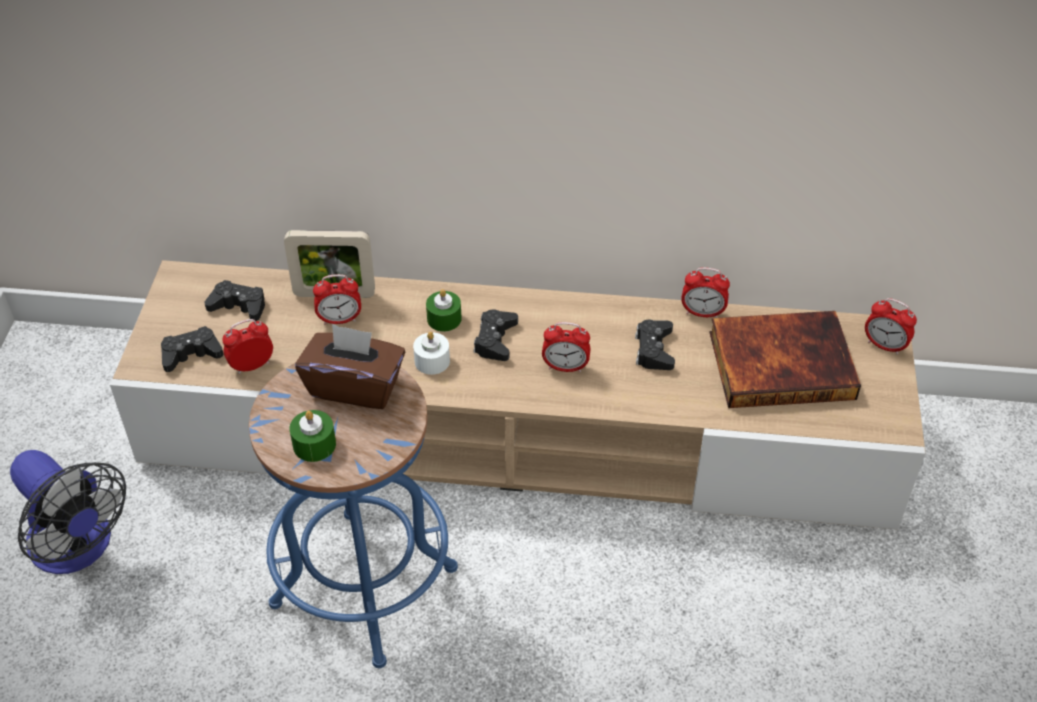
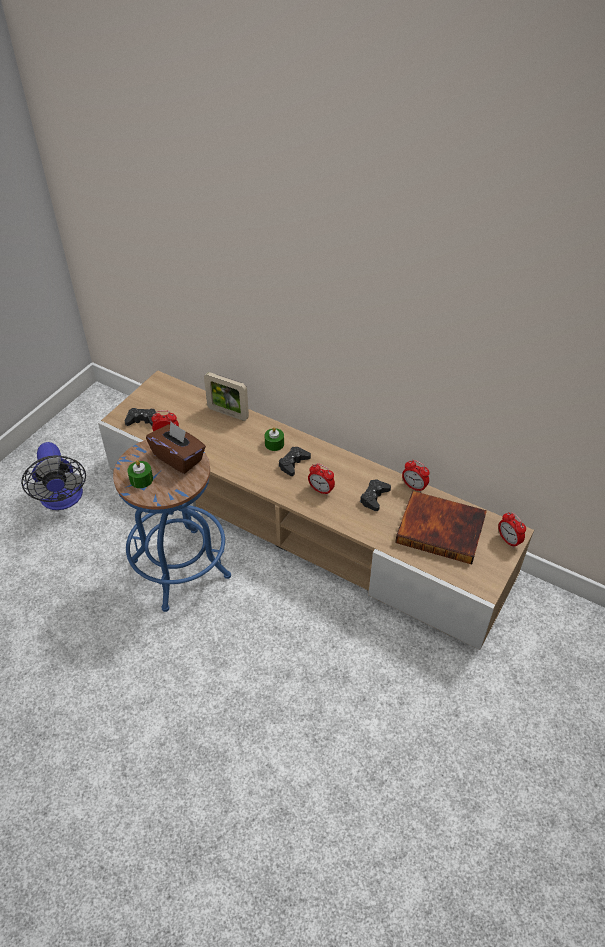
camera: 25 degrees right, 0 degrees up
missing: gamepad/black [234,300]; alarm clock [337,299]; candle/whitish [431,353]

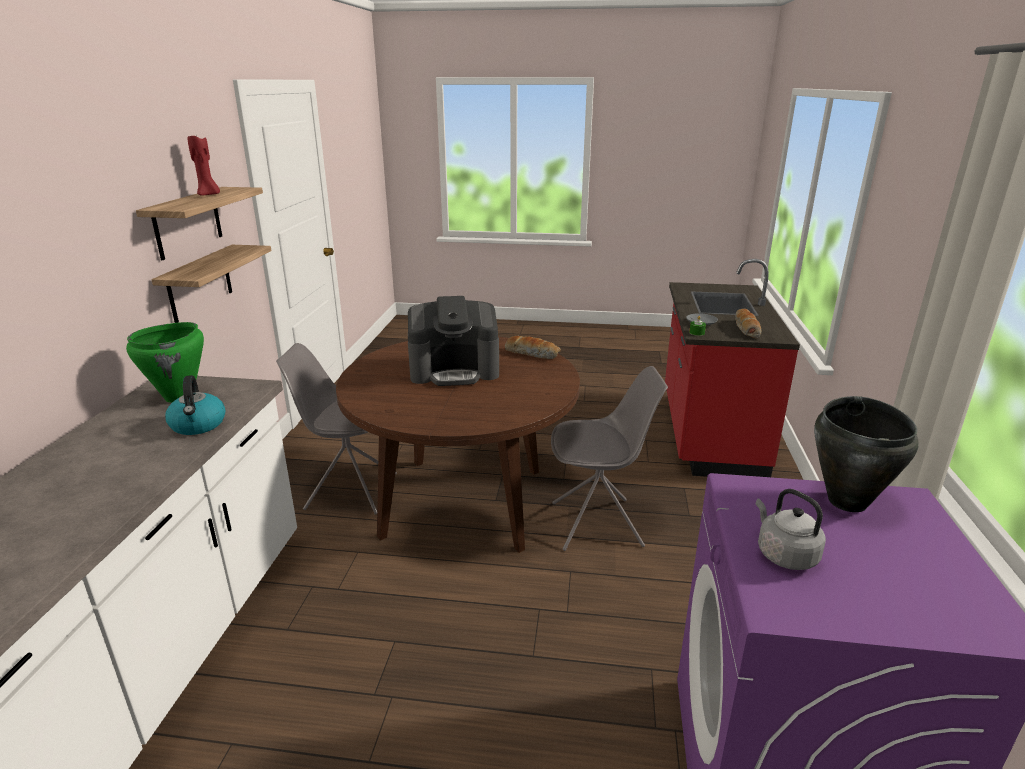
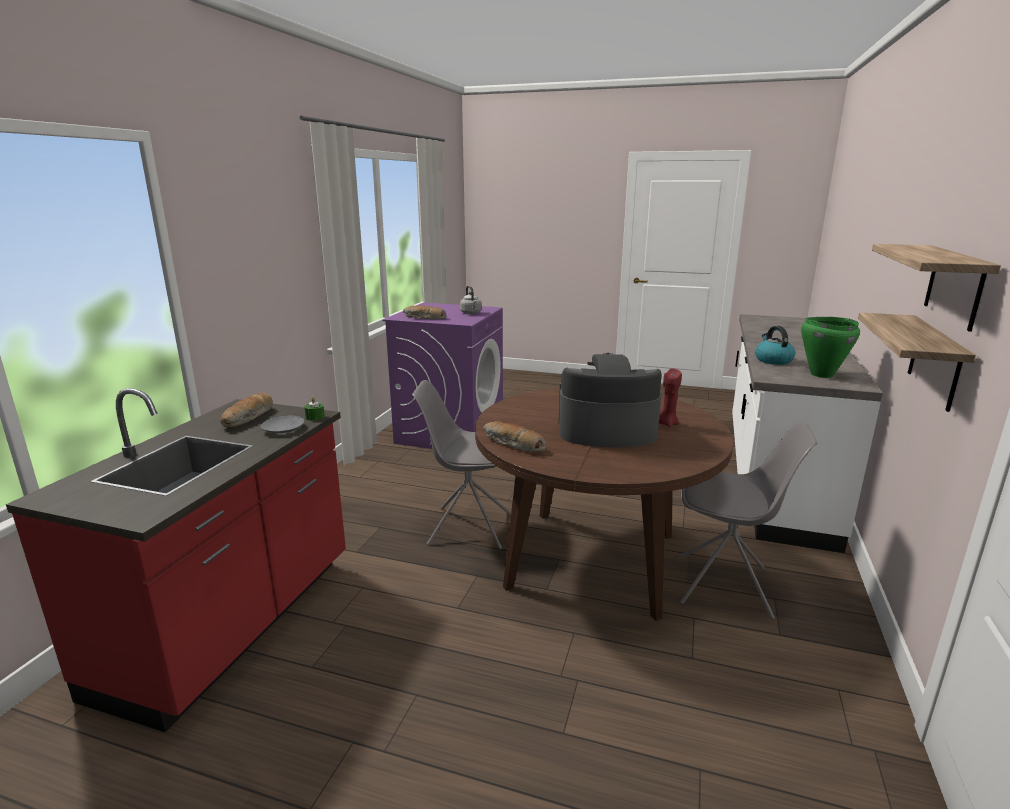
camera: 170 degrees left, 5 degrees down
relocated: candle/reddish [203,165] to [670,397]
exchanged: stockpot/black [866,454] to baked bread [424,312]

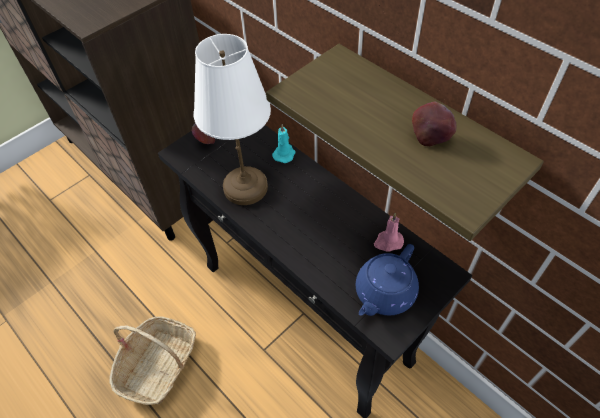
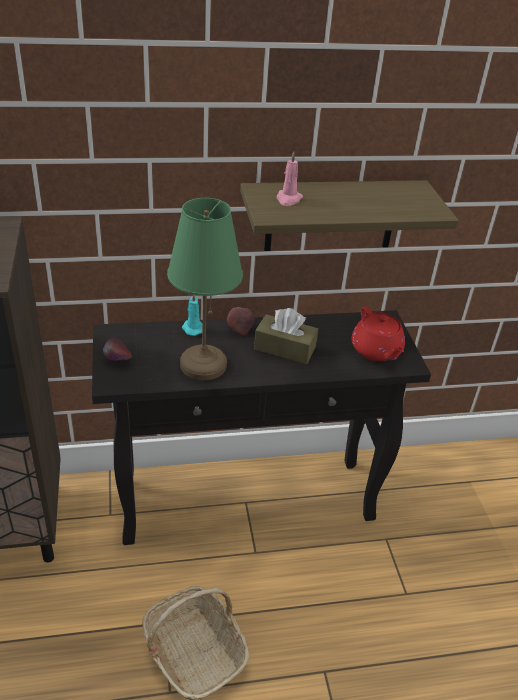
camera: 60 degrees left, 15 degrees down
appeared: tissue box/brown [286,336]
relocated: candle/pink-coloured [389,232] to [289,178]; apple [434,124] to [240,321]
colour: lamp for a table/whitish [232,119] to lamp for a table/green [205,289]; teapot/blue-coloured [387,280] to teapot/reddish [378,333]

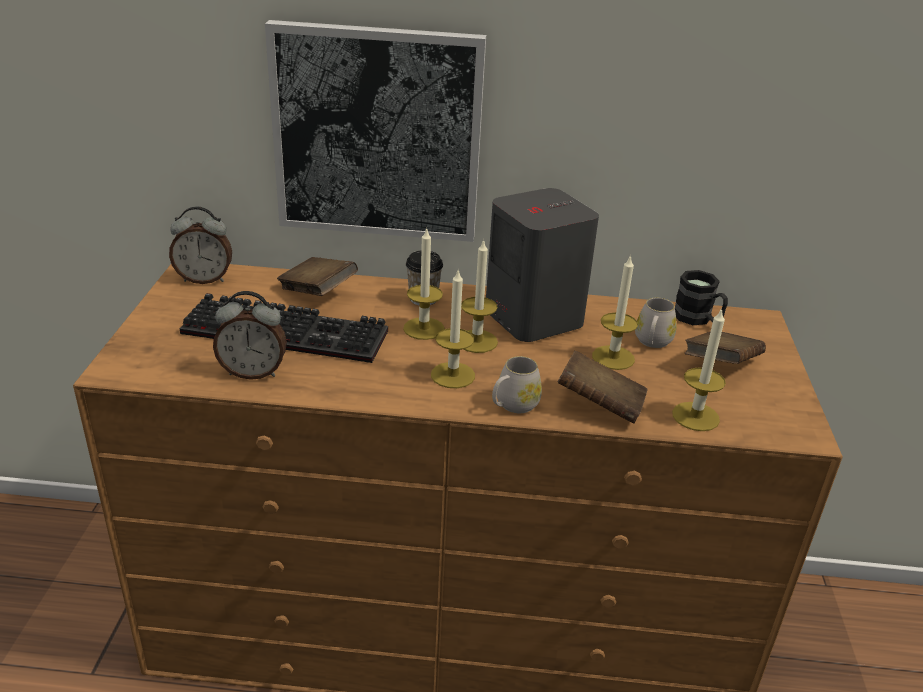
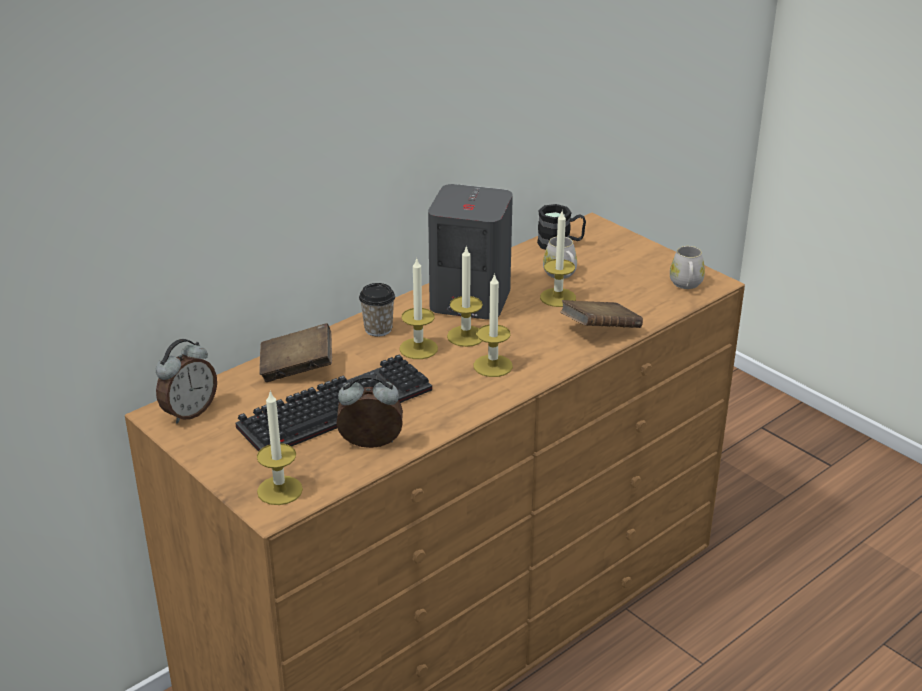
camera: 45 degrees left, 0 degrees up
missing: wall picture [375,131]; book/brown [725,347]
relocated: tea mug/whitish [517,384] to [687,267]; candle [699,369] to [280,447]
spun: alarm clock [250,335] = [369,411] 135 degrees counterclockwise

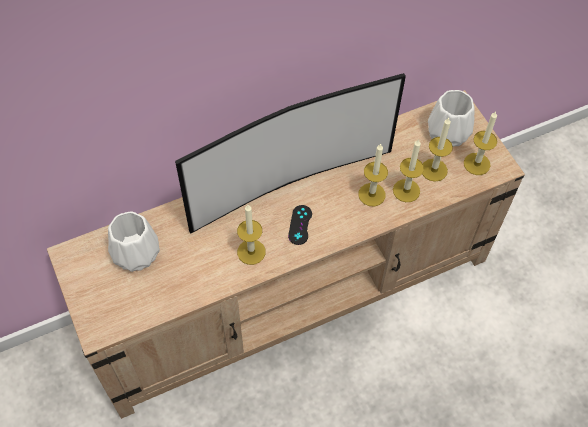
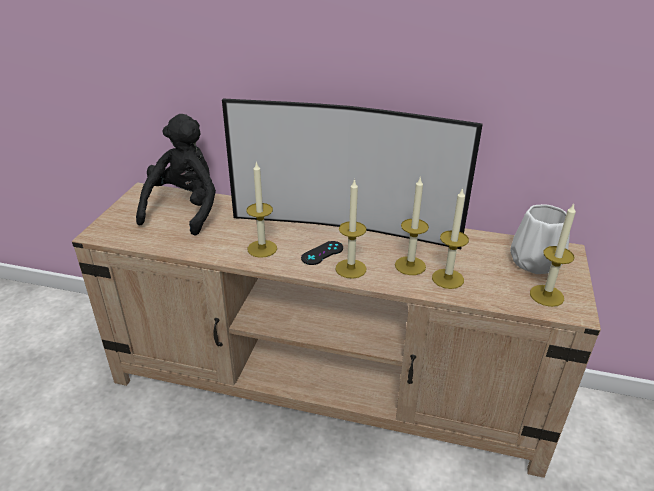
camera: 40 degrees right, 25 degrees down
relocated: candle [437,150] to [350,229]
exchanged: decorative vase/whitish [134,242] to plush toy/black [176,175]

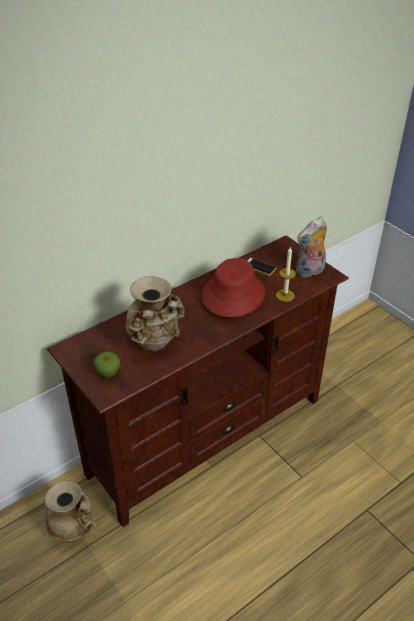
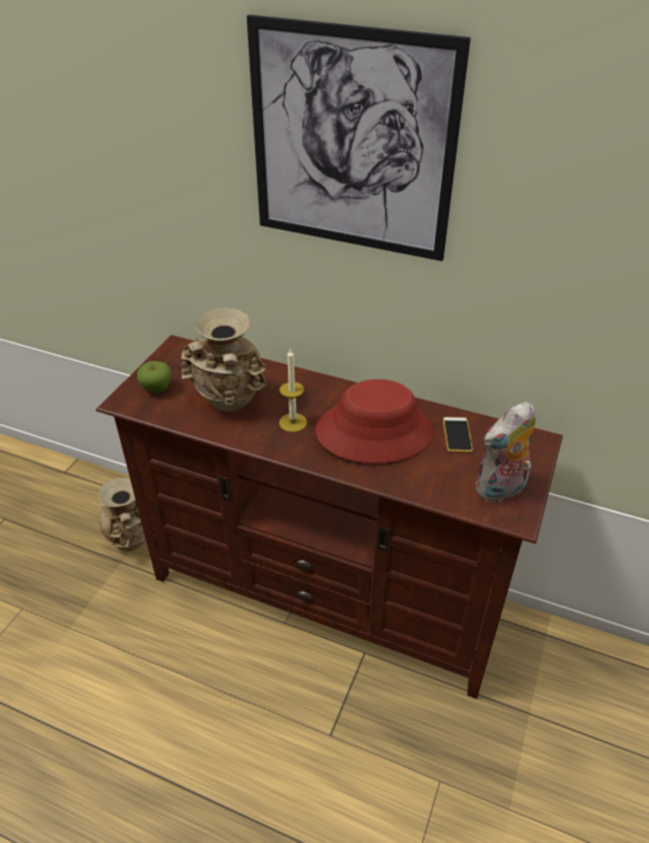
camera: 60 degrees right, 0 degrees up
appeared: wall picture [359,138]
relocated: candle [286,274] to [293,390]
spun: plush toy [311,247] = [505,452] 60 degrees counterclockwise

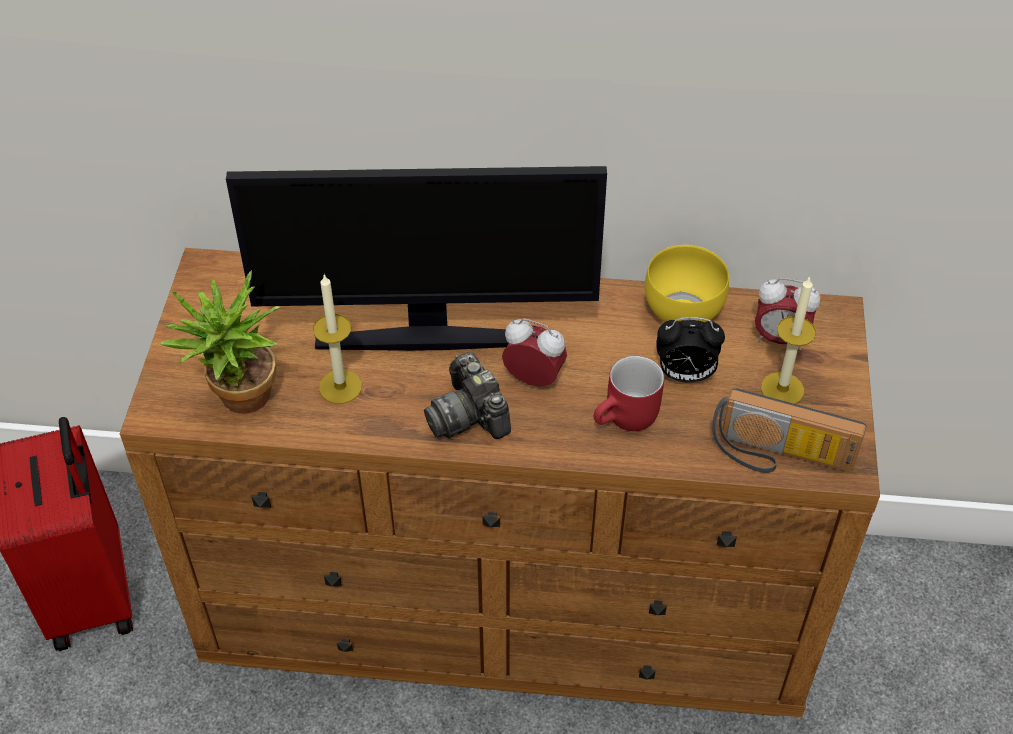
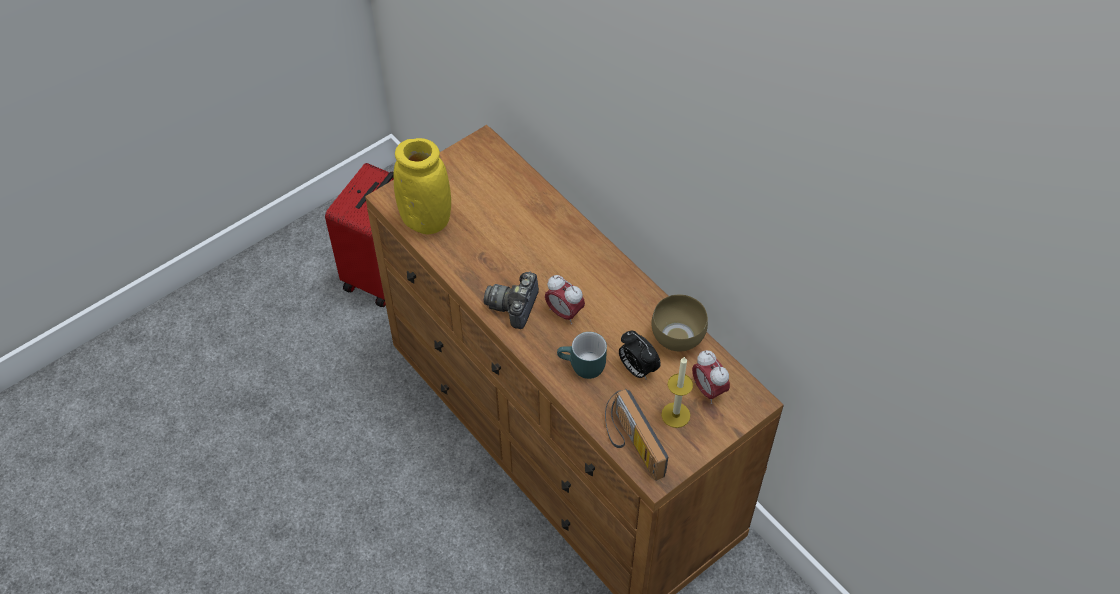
camera: 45 degrees right, 5 degrees up
missing: monitor [416,258]; candle [337,339]
exchanged: potted plant [220,342] to decorative vase/yellowish [422,186]
colour: tea mug/reddish [629,393] to tea mug/turquoise-coloured [582,355]; deep dish/yellowish [687,283] to deep dish/brown [679,323]
spun: alarm clock [534,352] = [565,300] 150 degrees clockwise

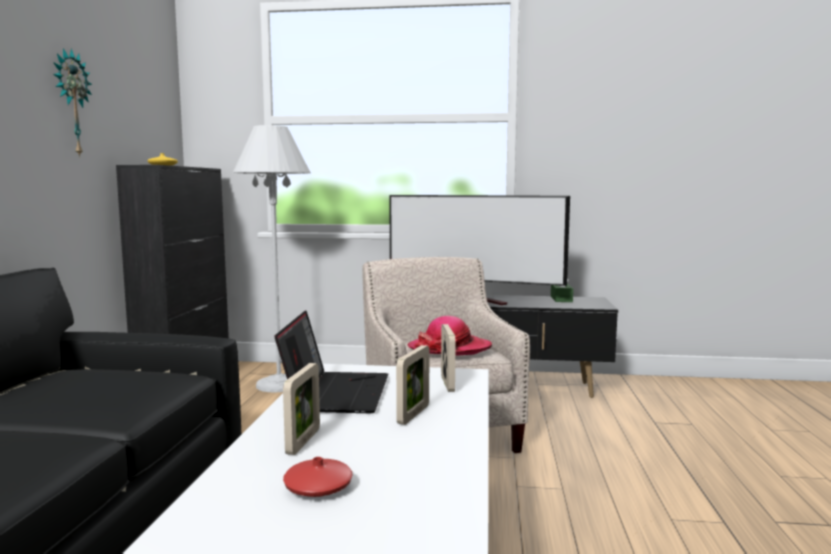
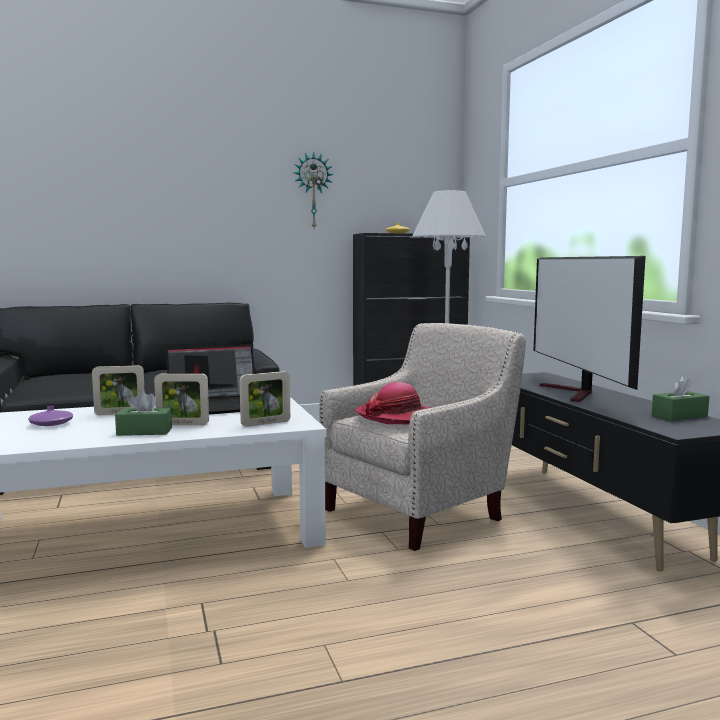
camera: 65 degrees right, 0 degrees up
appeared: tissue box/green [143,413]
colour: decorative vase/reddish [317,477] to decorative vase/purple [50,416]

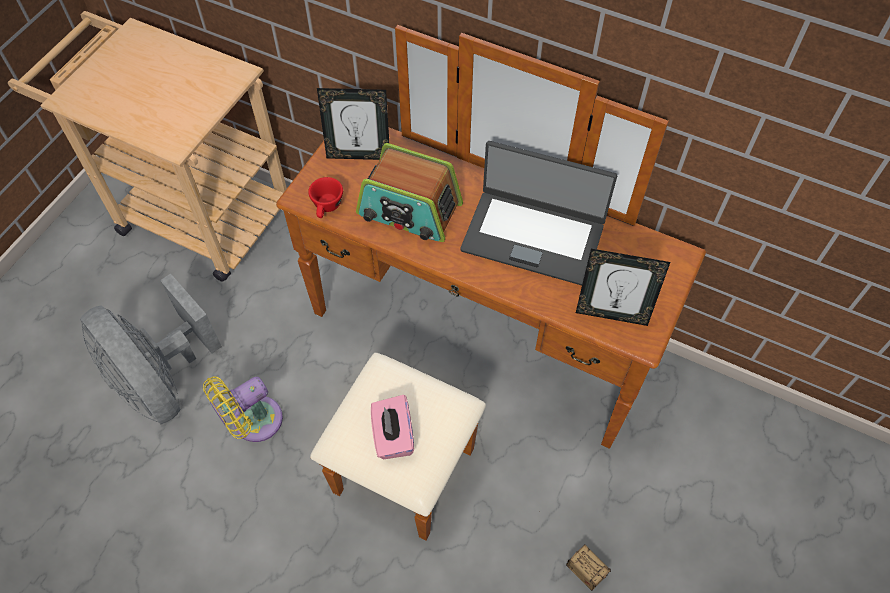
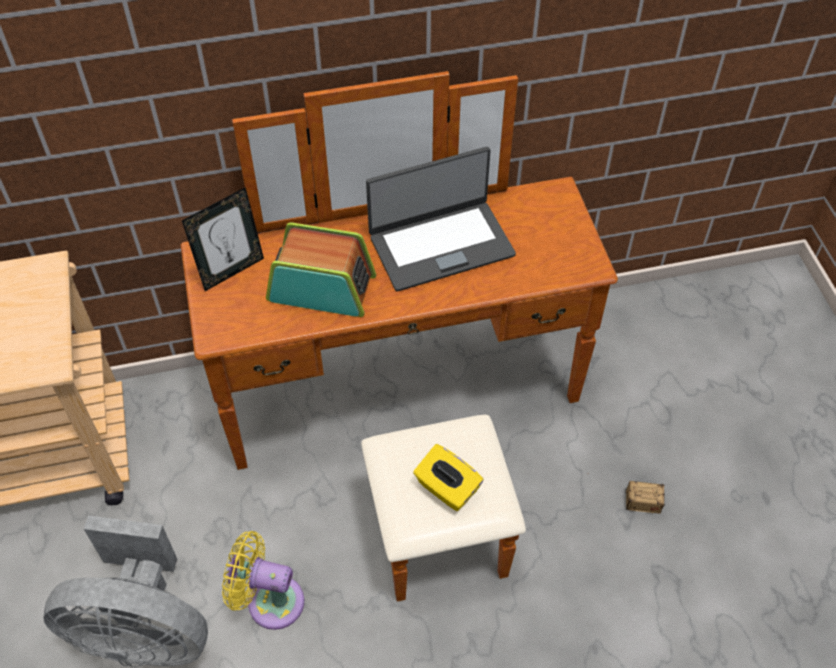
camera: 40 degrees left, 5 degrees down
missing: drinking cup/reddish [325,197]; standing frame [623,287]
colour: tissue box/pink-coloured [392,427] to tissue box/yellowish [448,477]
spun: cooling fan/yellowish [243,409] = [263,580] 90 degrees clockwise; radio set [409,192] = [321,269] 150 degrees counterclockwise

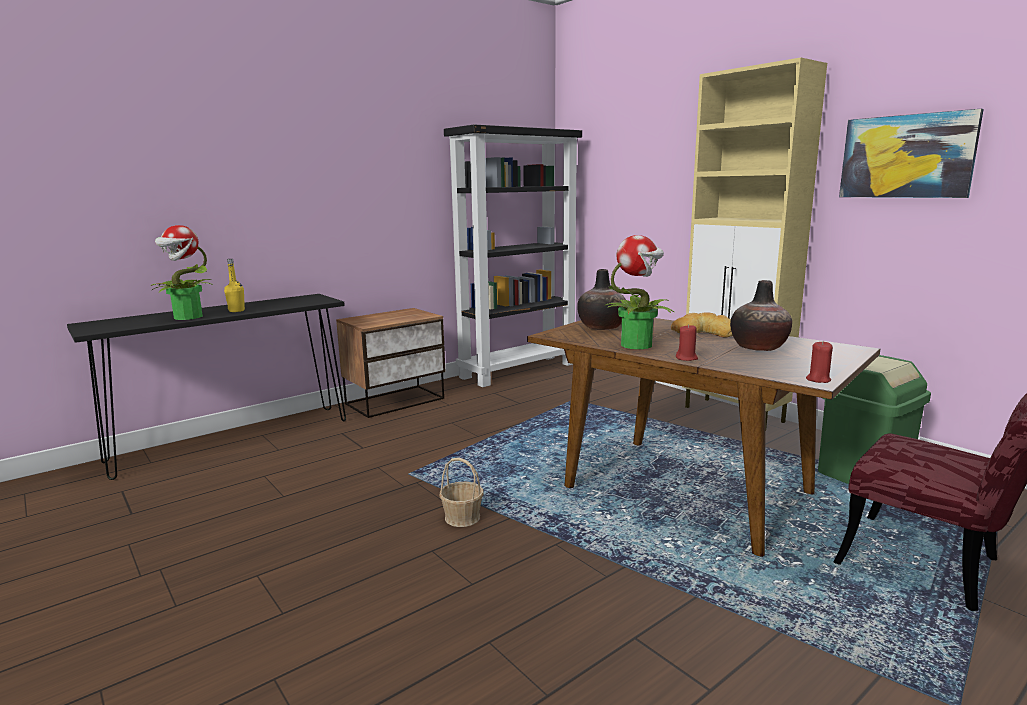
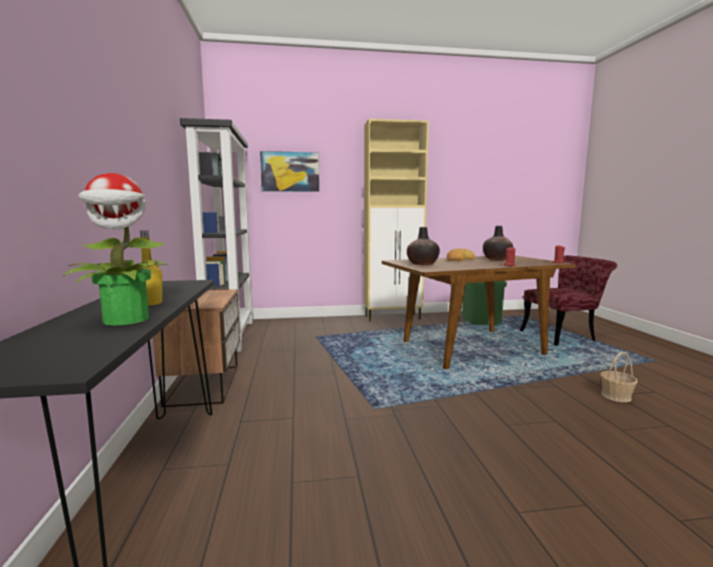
camera: 60 degrees left, 5 degrees down
missing: potted plant [639,292]
relocated: basket [461,492] to [619,377]; wall picture [911,153] to [289,171]

